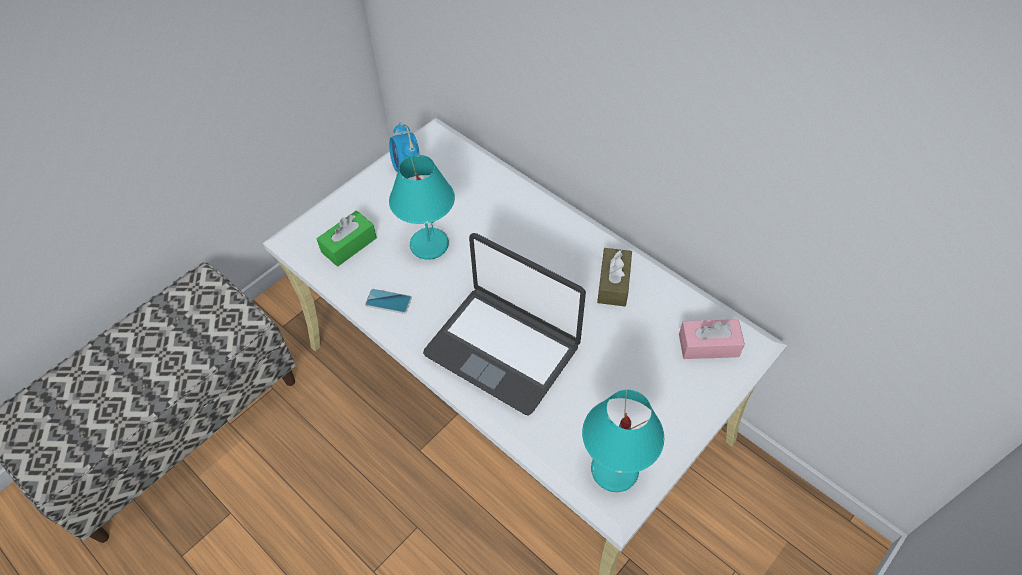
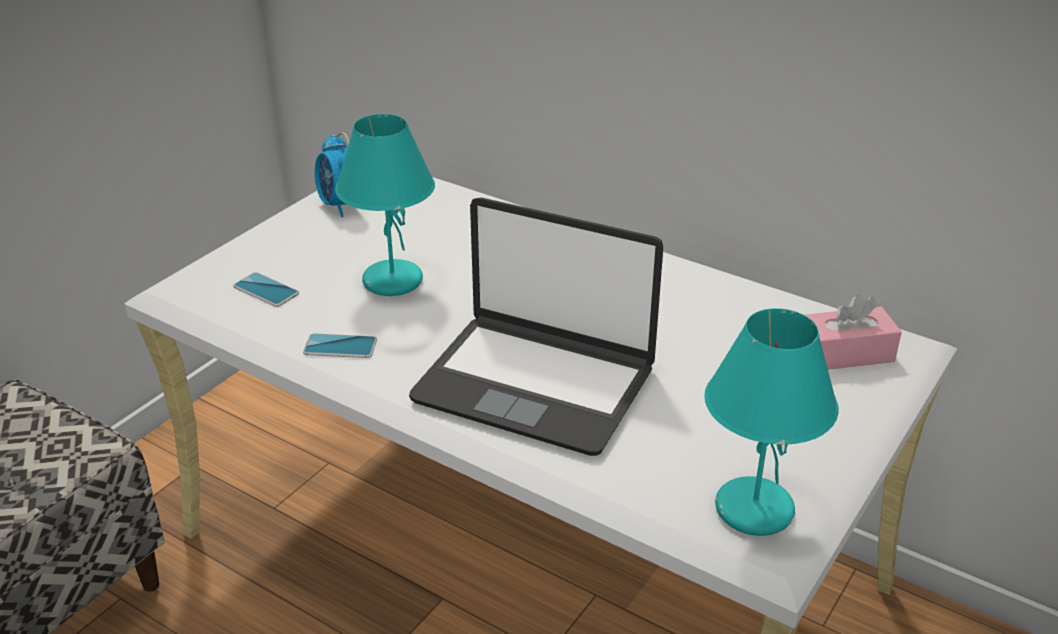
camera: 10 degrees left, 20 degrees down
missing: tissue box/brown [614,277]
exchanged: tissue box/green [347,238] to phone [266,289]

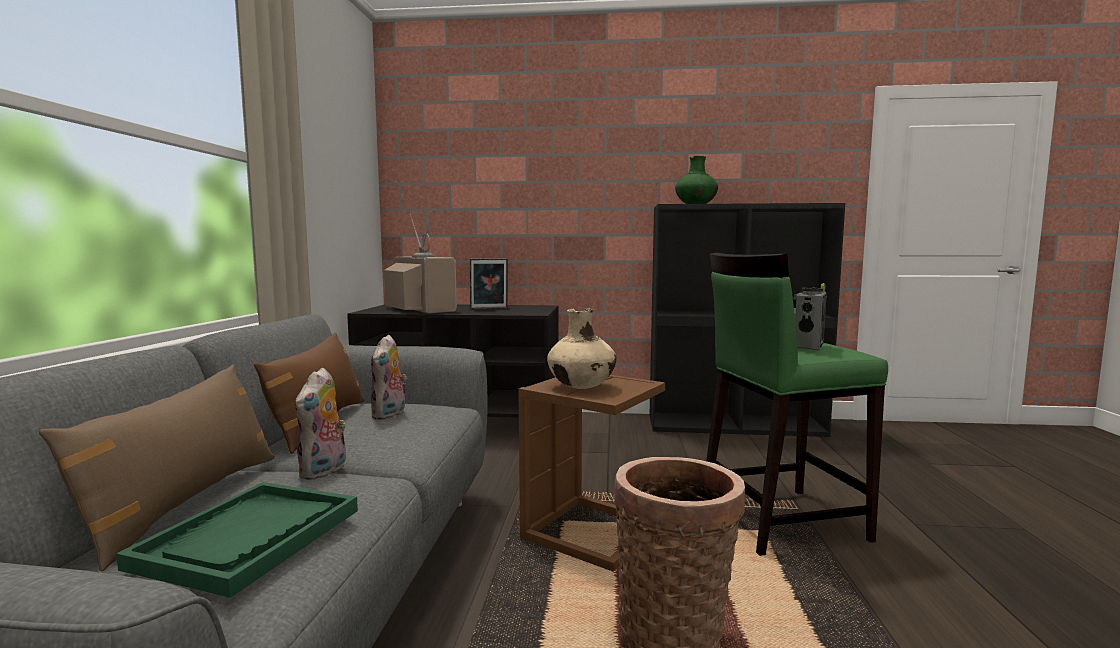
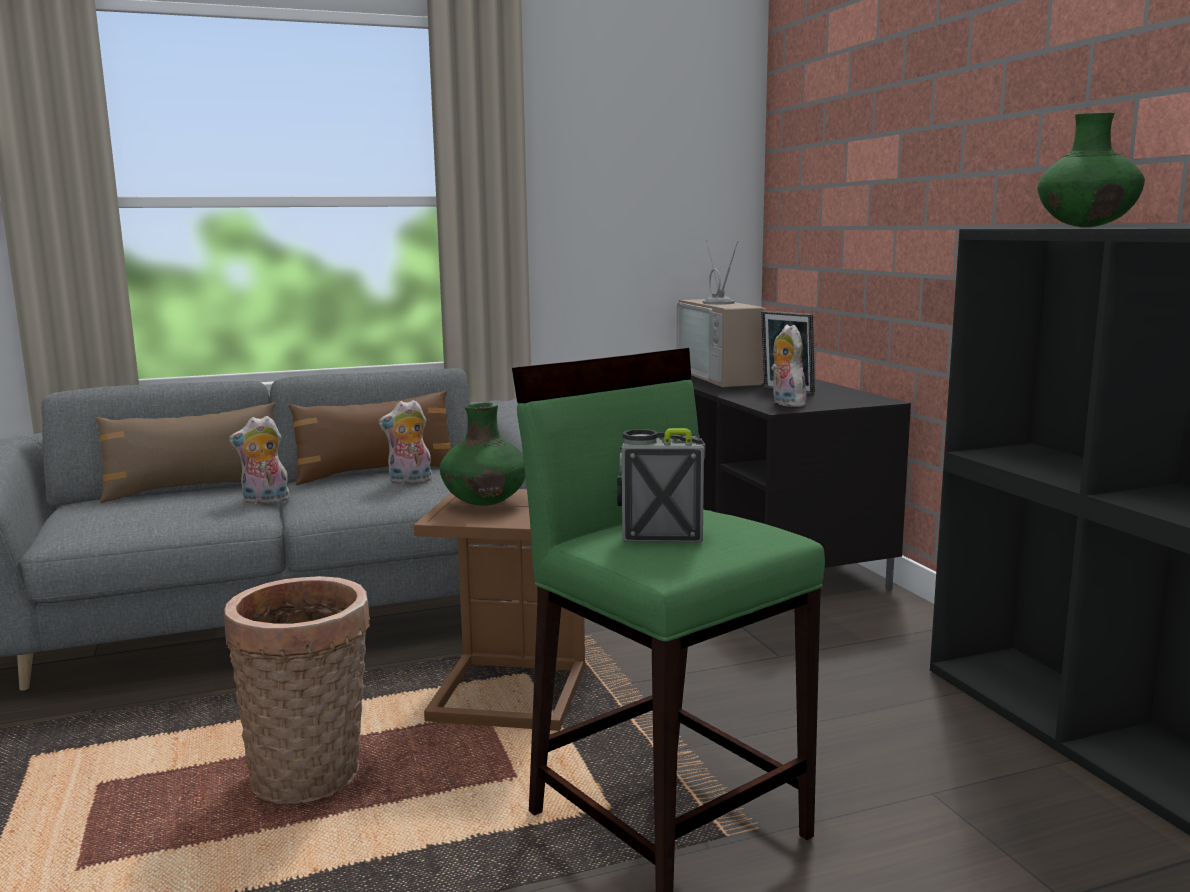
camera: 65 degrees right, 5 degrees up
missing: tray/green [237,540]
appeared: plush toy [788,365]
colour: decorative vase/sand-coloured [582,348] to decorative vase/green [483,454]
spun: TV [420,262] = [721,313] 135 degrees clockwise

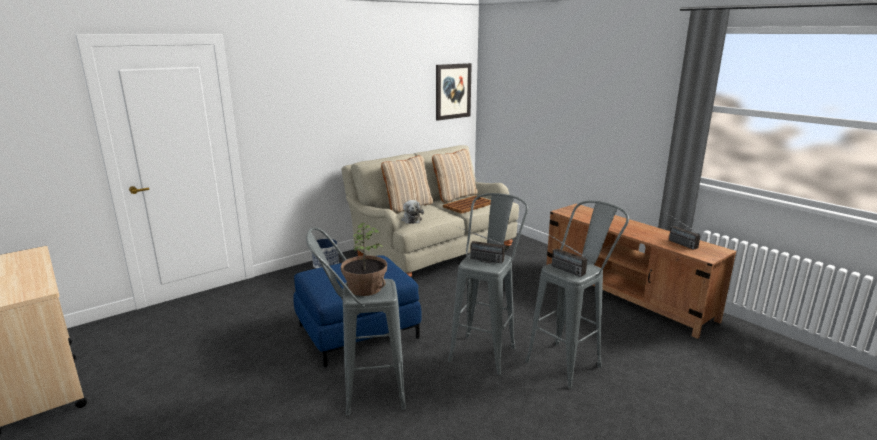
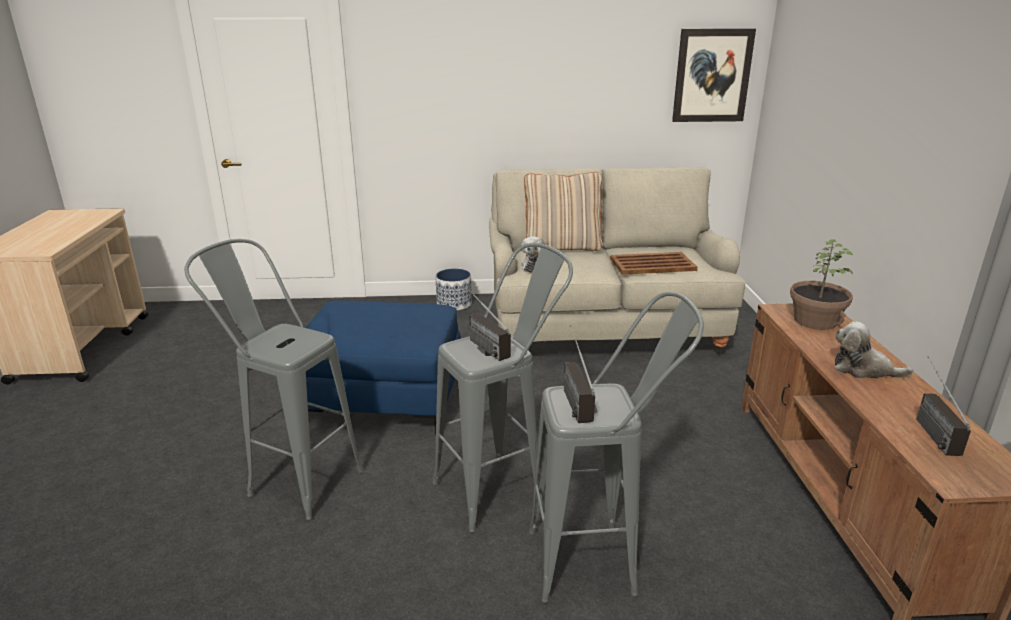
camera: 35 degrees right, 5 degrees up
missing: pillow/sand-coloured [455,176]
appeared: plush toy [874,350]
relocated: potted plant [364,259] to [822,285]

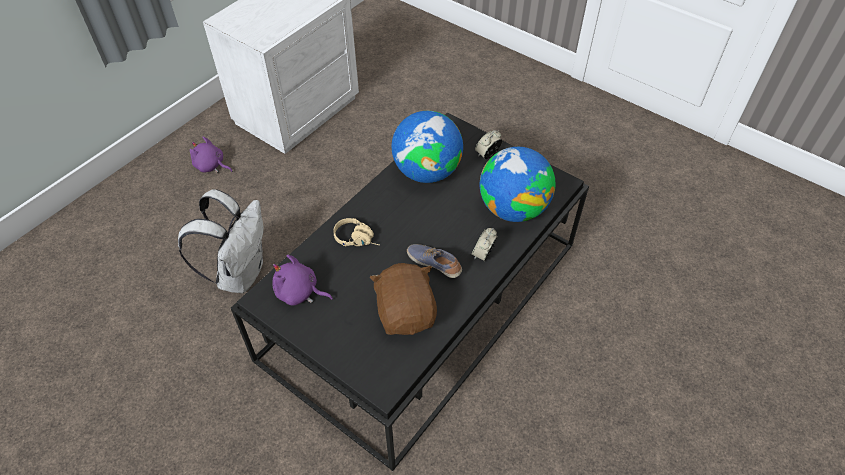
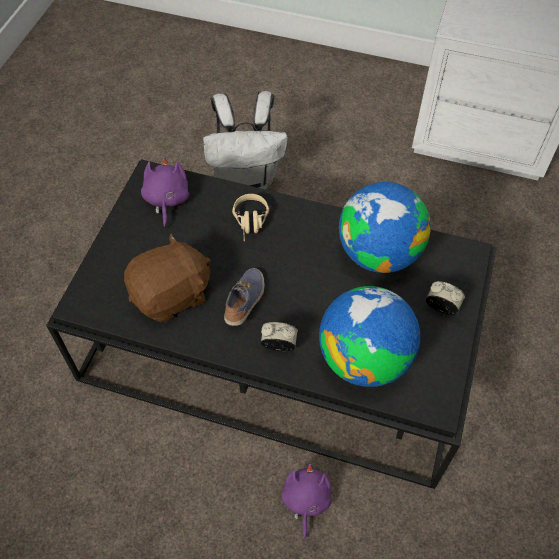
camera: 70 degrees right, 5 degrees up
relocated: plush toy/purple [211,155] to [306,501]

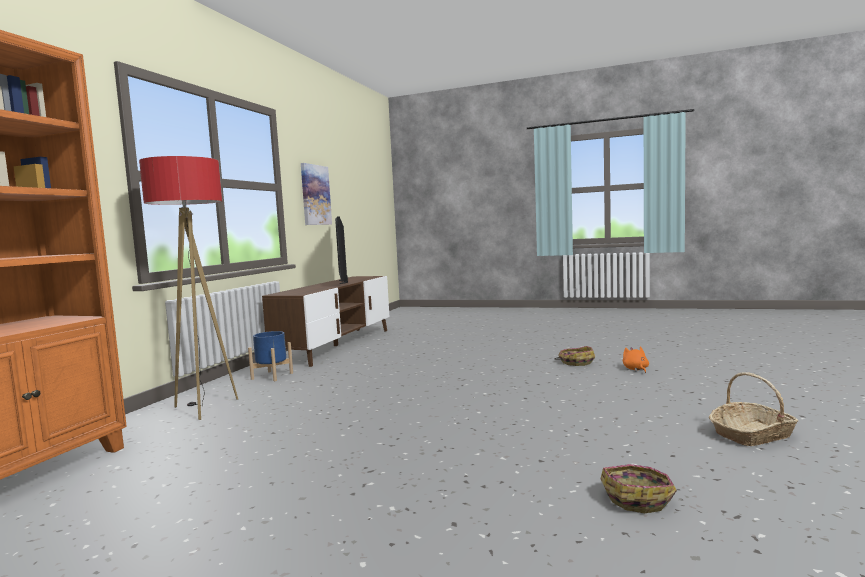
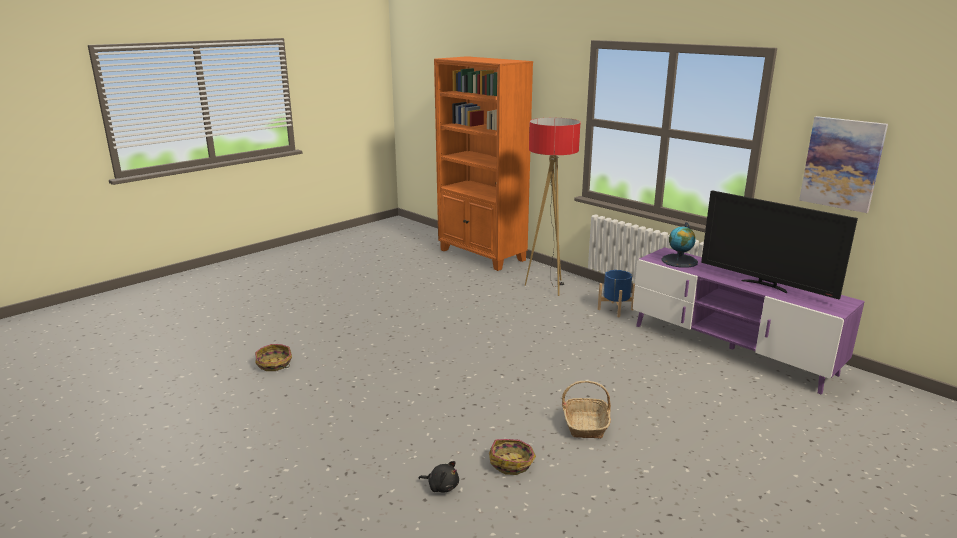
camera: 115 degrees right, 15 degrees up
appeared: globe [679,245]
relocated: basket [754,409] to [586,410]
colour: tv stand/brown [325,321] to tv stand/purple [749,321]; plush toy/orangey [636,359] to plush toy/black [438,477]
spun: TV [341,250] = [779,244] 150 degrees counterclockwise

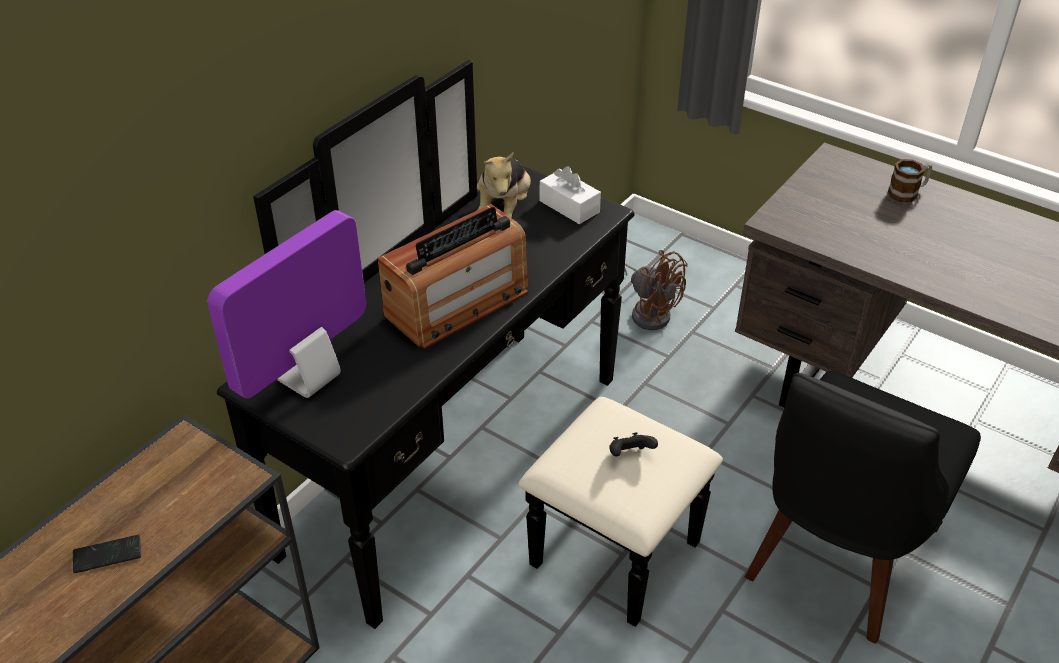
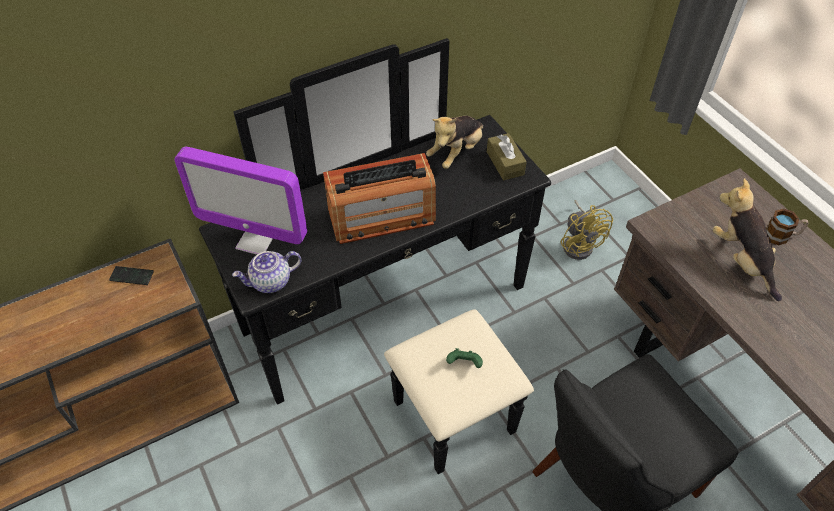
camera: 25 degrees right, 10 degrees up
appeared: teapot [266,272]; plush toy [747,239]
relocated: phone [107,554] to [131,275]
colour: tissue box/whitish [570,195] to tissue box/brown [507,156]; gamepad/black [633,444] to gamepad/green [464,358]; cooling fan/brown [656,290] to cooling fan/yellowish [586,230]
spun: monitor [287,304] = [240,201] 135 degrees counterclockwise

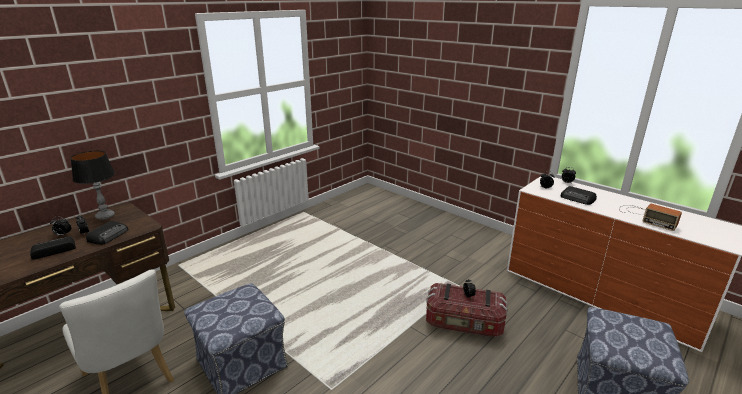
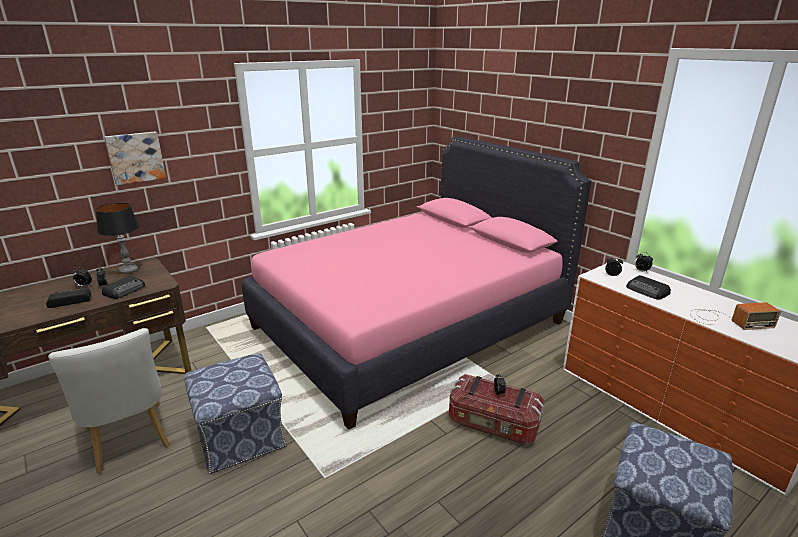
camera: 10 degrees right, 0 degrees up
appeared: wall picture [135,158]; sleeping bed/pink-coloured [417,283]
spun: radio set [650,217] = [735,316] 60 degrees counterclockwise

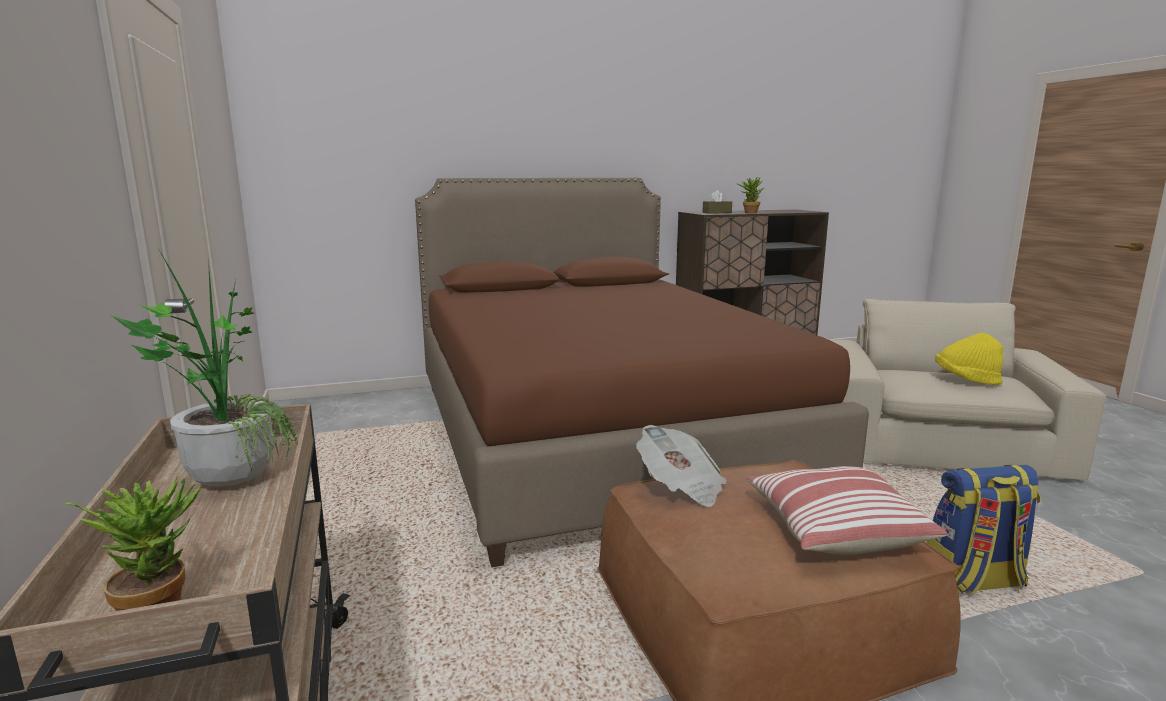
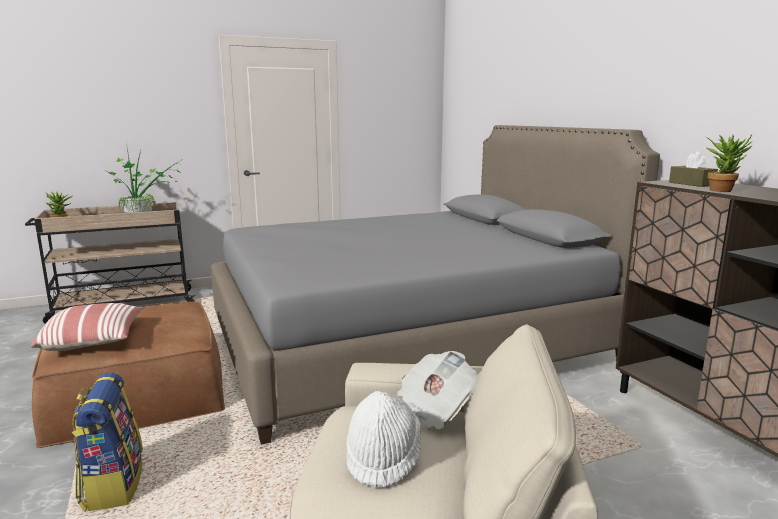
camera: 85 degrees right, 0 degrees up
relocated: daily paper [681,466] to [437,390]
colour: sleeping bed/brown [642,372] to sleeping bed/greyish [435,285]; hat/yellowish [969,359] to hat/whitish [384,439]

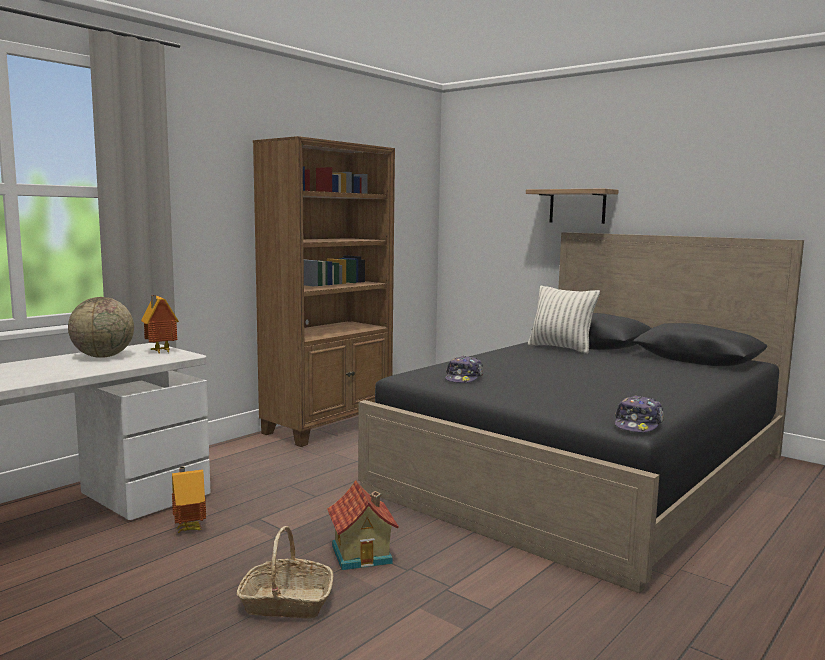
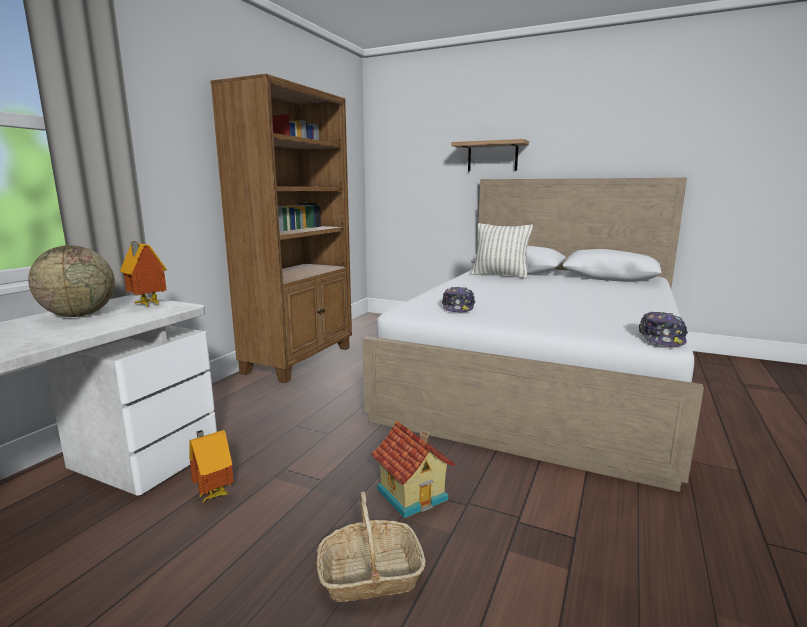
camera: 15 degrees left, 5 degrees up
colour: sleeping bed/black [581,413] to sleeping bed/whitish [533,335]

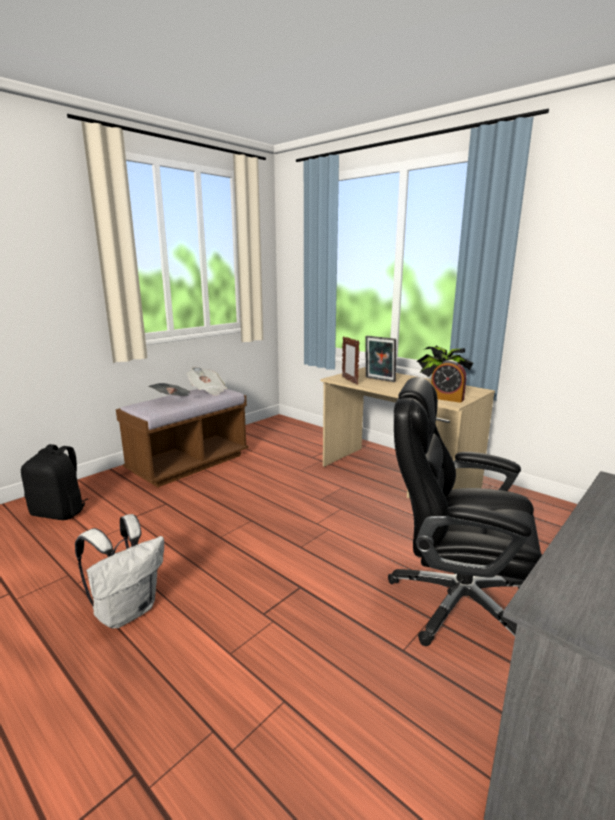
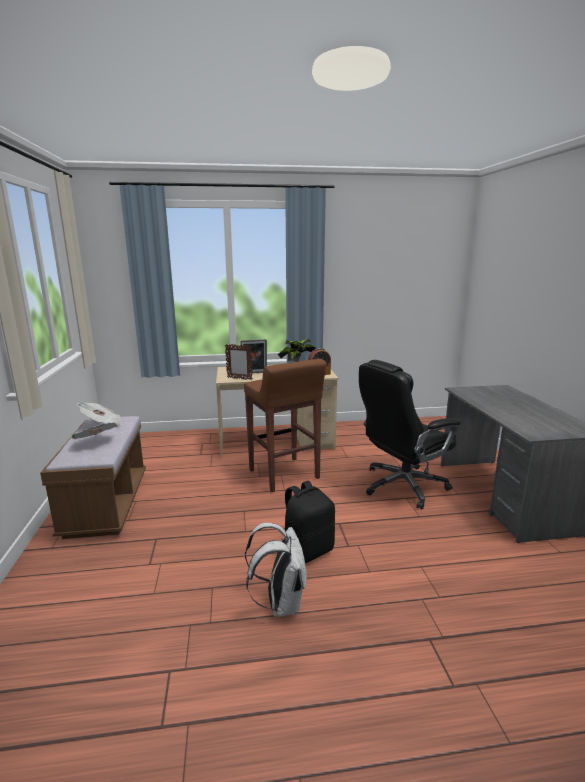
camera: 50 degrees left, 0 degrees up
appeared: stool/brown [285,425]
relocated: knapsack/black [54,482] to [308,522]

